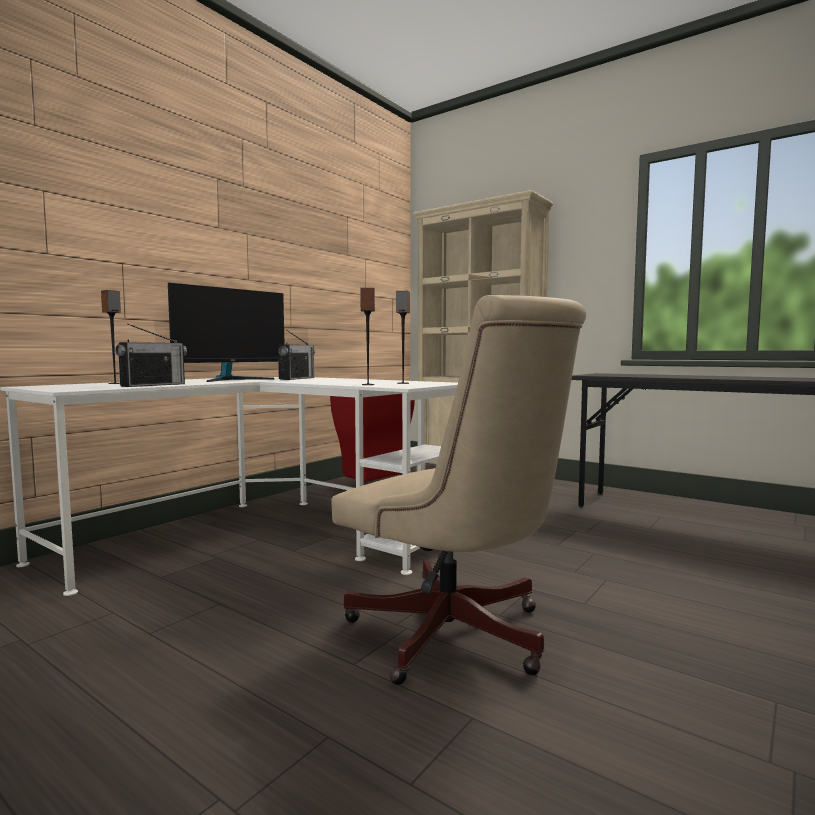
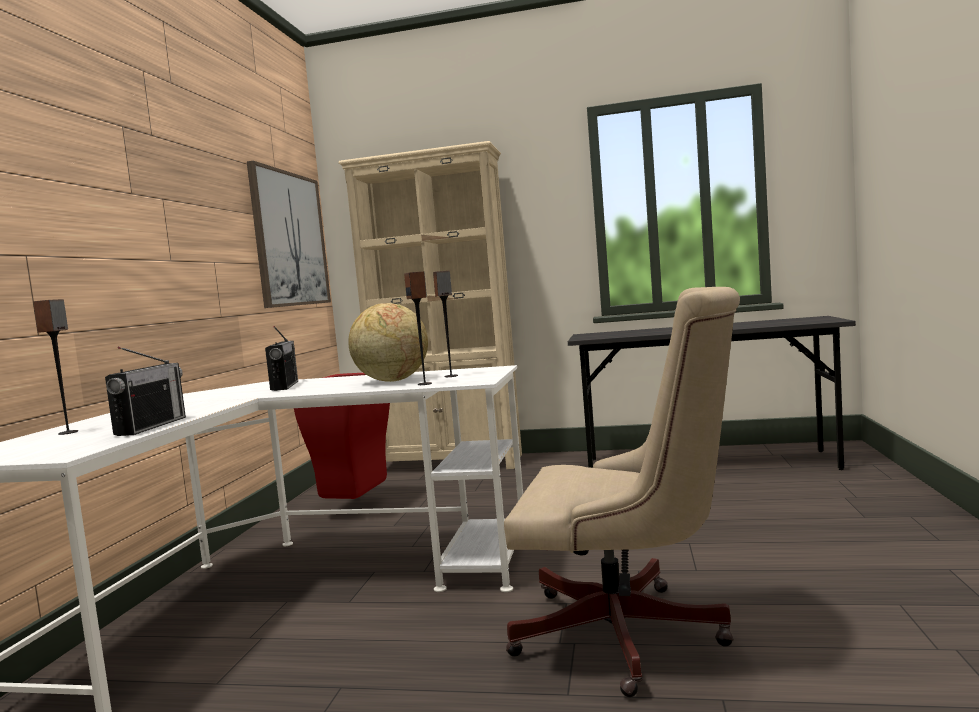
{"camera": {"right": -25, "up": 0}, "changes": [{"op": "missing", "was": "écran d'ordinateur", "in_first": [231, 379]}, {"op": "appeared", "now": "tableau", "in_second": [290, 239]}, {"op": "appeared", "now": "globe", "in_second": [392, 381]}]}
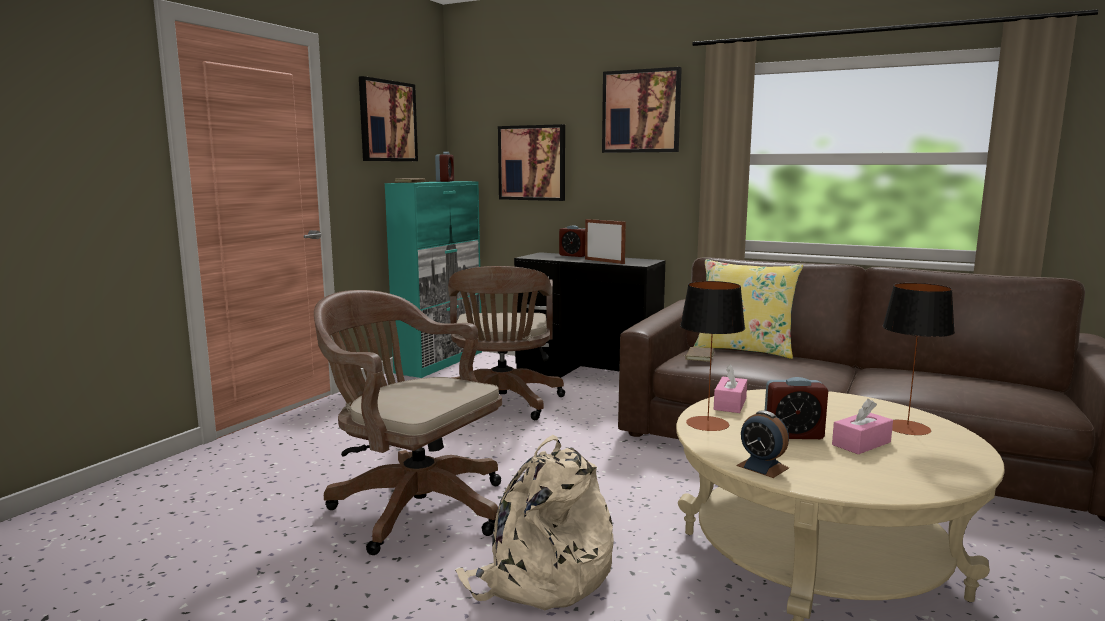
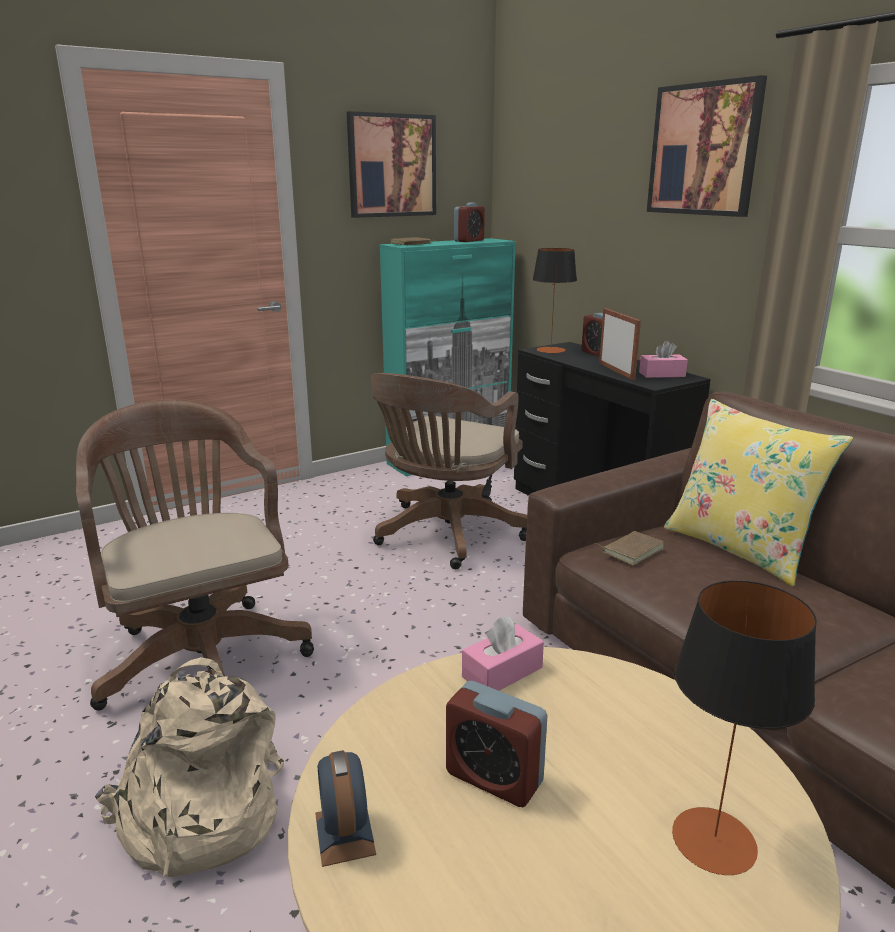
{"camera": {"right": 30, "up": 10}, "changes": [{"op": "missing", "was": "tableau", "in_first": [532, 163]}, {"op": "relocated", "was": "lampe de table", "in_first": [707, 424], "in_second": [550, 350]}, {"op": "relocated", "was": "boîte à mouchoirs (rose)", "in_first": [861, 443], "in_second": [662, 374]}]}
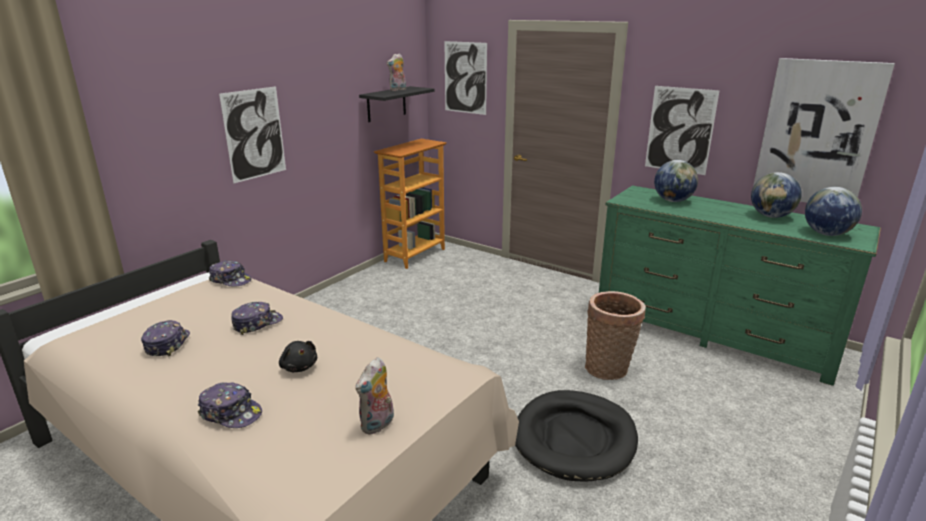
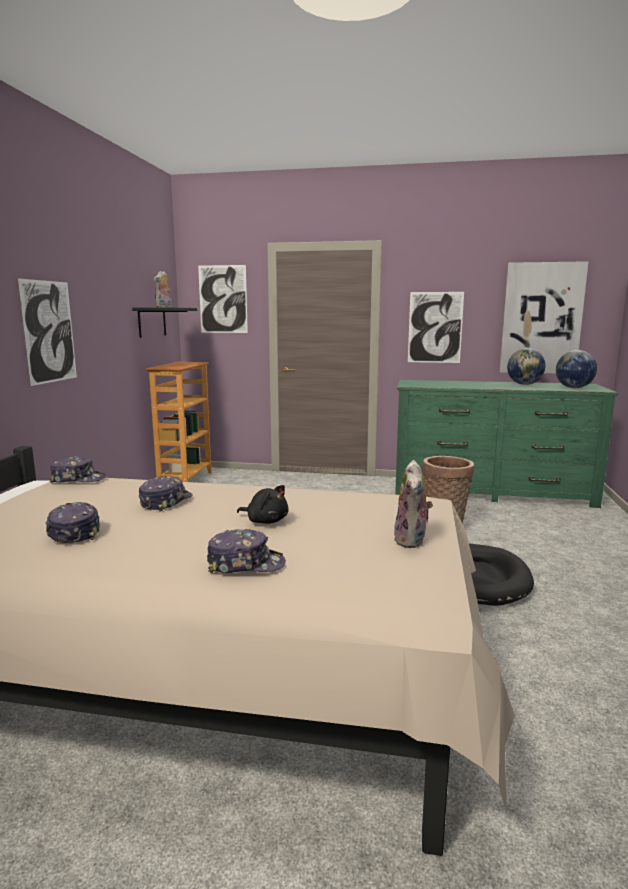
{"camera": {"right": -25, "up": -10}, "changes": [{"op": "missing", "was": "globe", "in_first": [673, 201]}]}
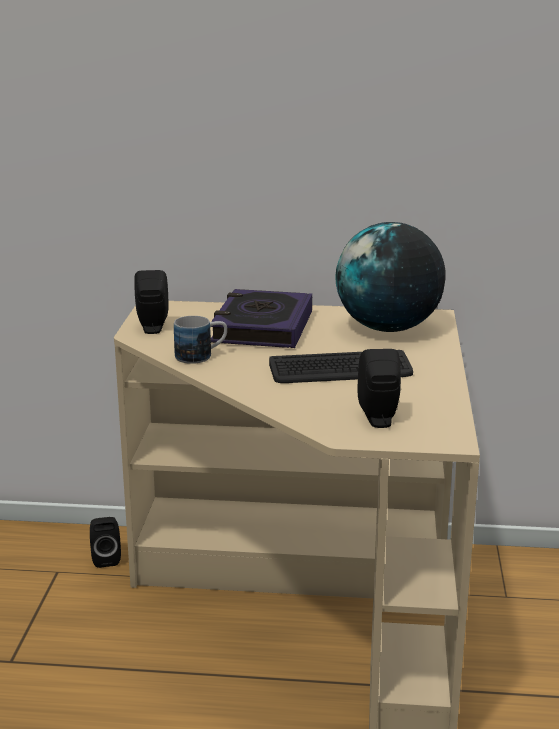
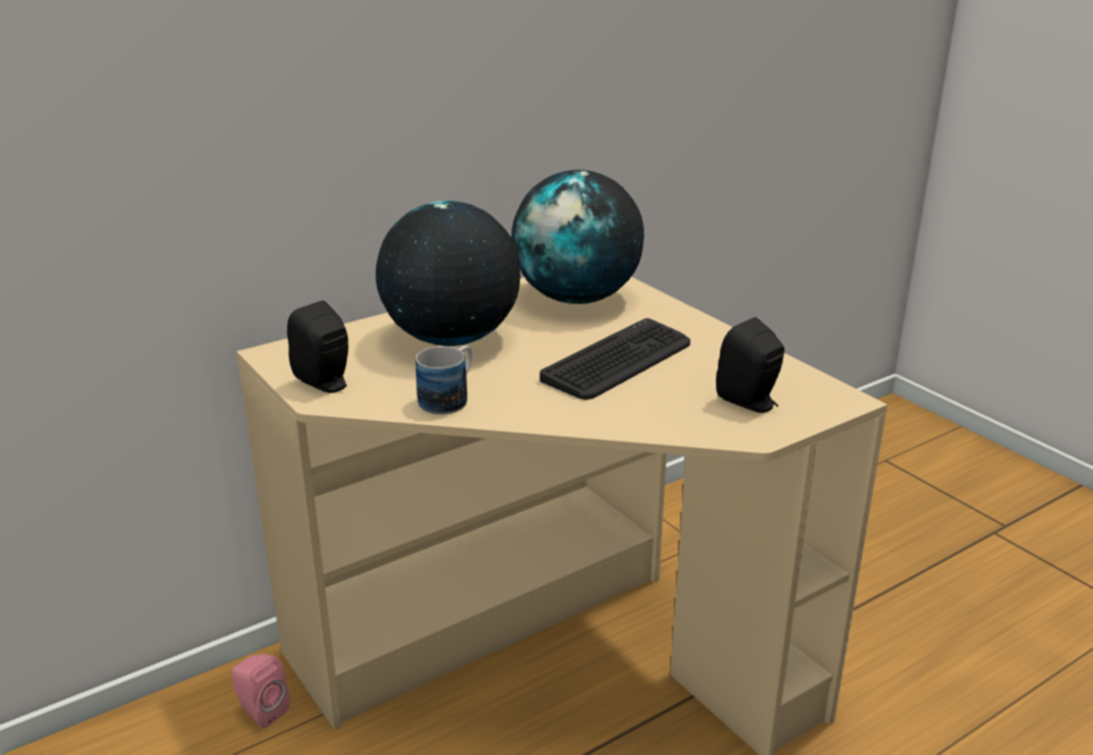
{"camera": {"right": -40, "up": 5}, "changes": [{"op": "exchanged", "was": "livre", "now": "globe", "in_first": [262, 327], "in_second": [451, 339]}, {"op": "colour", "was": "enceinte (noir)", "now": "enceinte (rose)", "in_first": [106, 558], "in_second": [261, 711]}]}
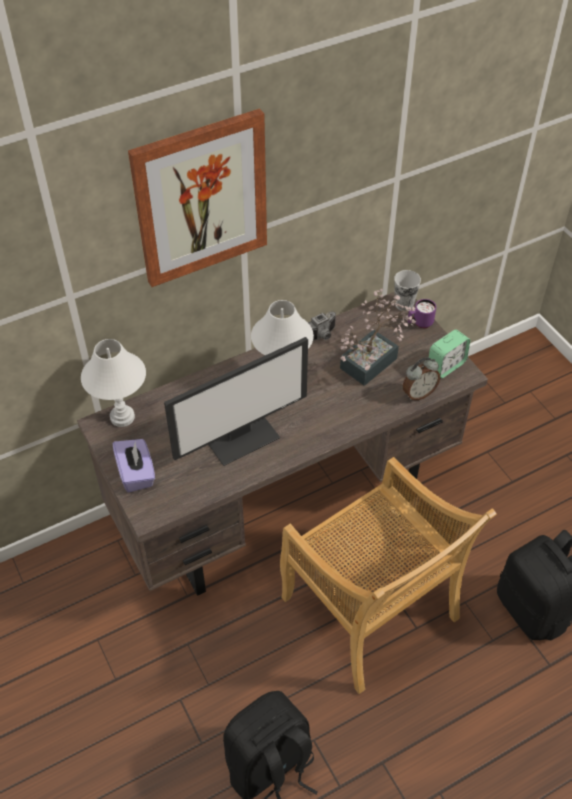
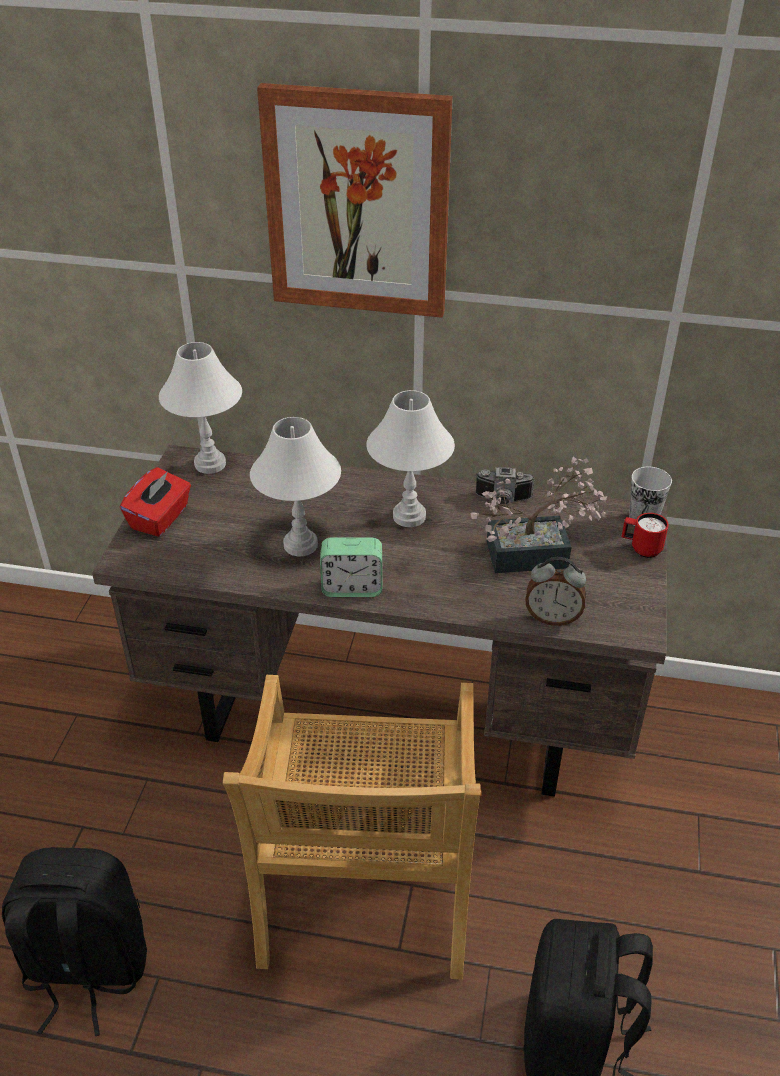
{"camera": {"right": 40, "up": -10}, "changes": [{"op": "relocated", "was": "réveil", "in_first": [446, 365], "in_second": [352, 587]}, {"op": "exchanged", "was": "écran d'ordinateur", "now": "lampe de table (blanc)", "in_first": [242, 436], "in_second": [300, 545]}, {"op": "colour", "was": "boîte à mouchoirs (violet)", "now": "boîte à mouchoirs (rouge)", "in_first": [136, 474], "in_second": [160, 518]}, {"op": "colour", "was": "mug (violet)", "now": "mug (rouge)", "in_first": [420, 323], "in_second": [641, 548]}]}
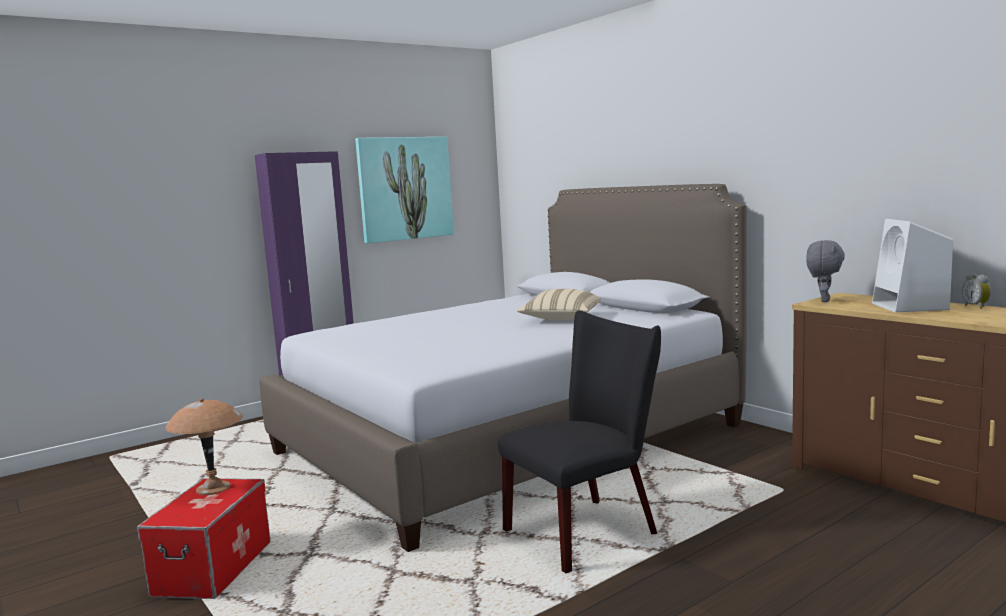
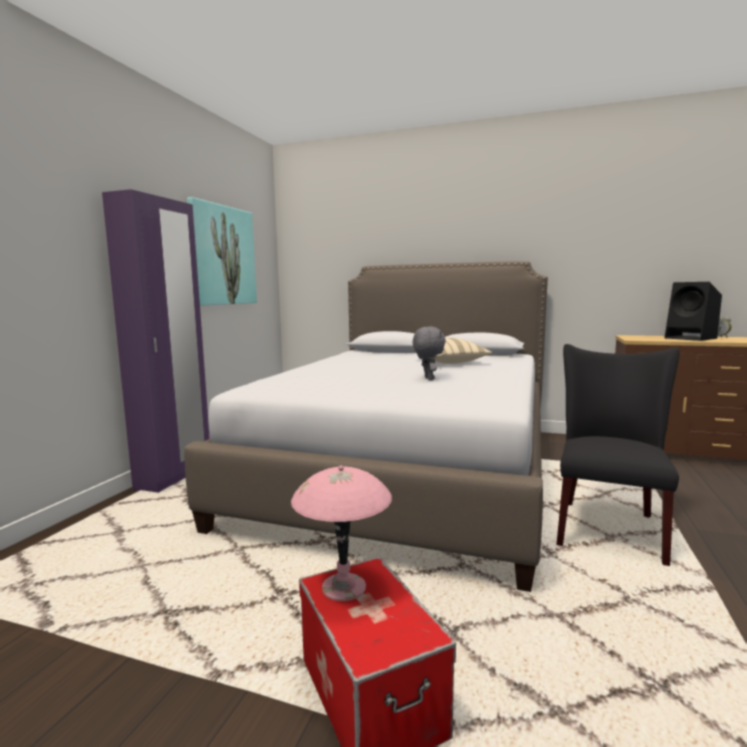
{"camera": {"right": -35, "up": 0}, "changes": [{"op": "relocated", "was": "peluche (gris)", "in_first": [823, 300], "in_second": [428, 379]}, {"op": "colour", "was": "lampe de table (marron)", "now": "lampe de table (rose)", "in_first": [212, 488], "in_second": [343, 587]}, {"op": "colour", "was": "enceinte (blanc)", "now": "enceinte (noir)", "in_first": [911, 307], "in_second": [692, 338]}]}
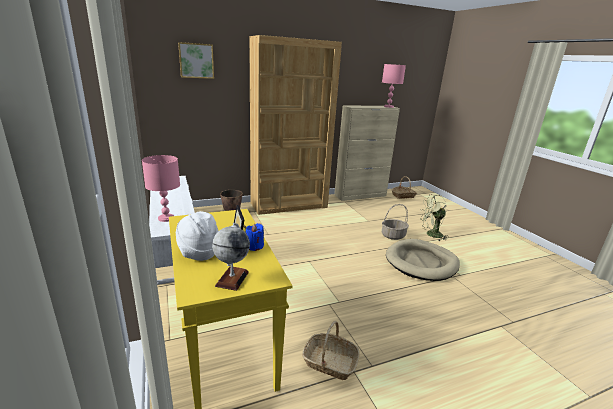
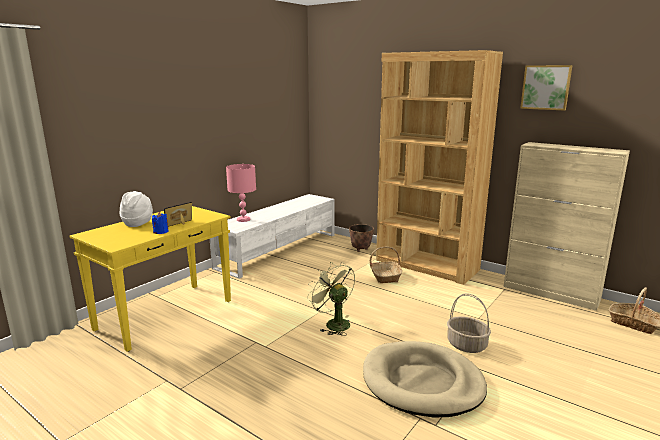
{"camera": {"right": 60, "up": -5}, "changes": [{"op": "missing", "was": "globe", "in_first": [232, 279]}, {"op": "missing", "was": "lampe de table (rose)", "in_first": [389, 107]}, {"op": "relocated", "was": "tableau", "in_first": [196, 60], "in_second": [546, 87]}, {"op": "relocated", "was": "panier", "in_first": [329, 362], "in_second": [385, 276]}, {"op": "relocated", "was": "ventilateur (vert)", "in_first": [431, 235], "in_second": [333, 323]}]}
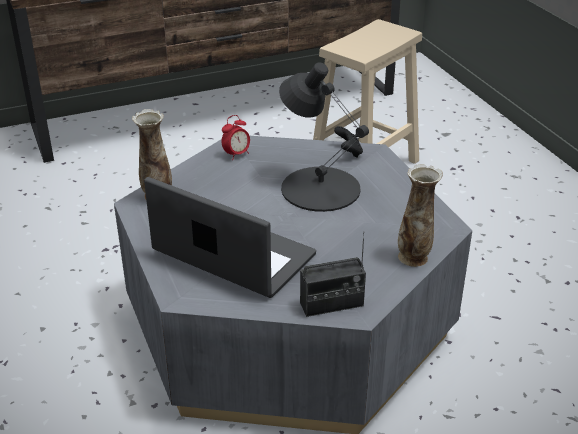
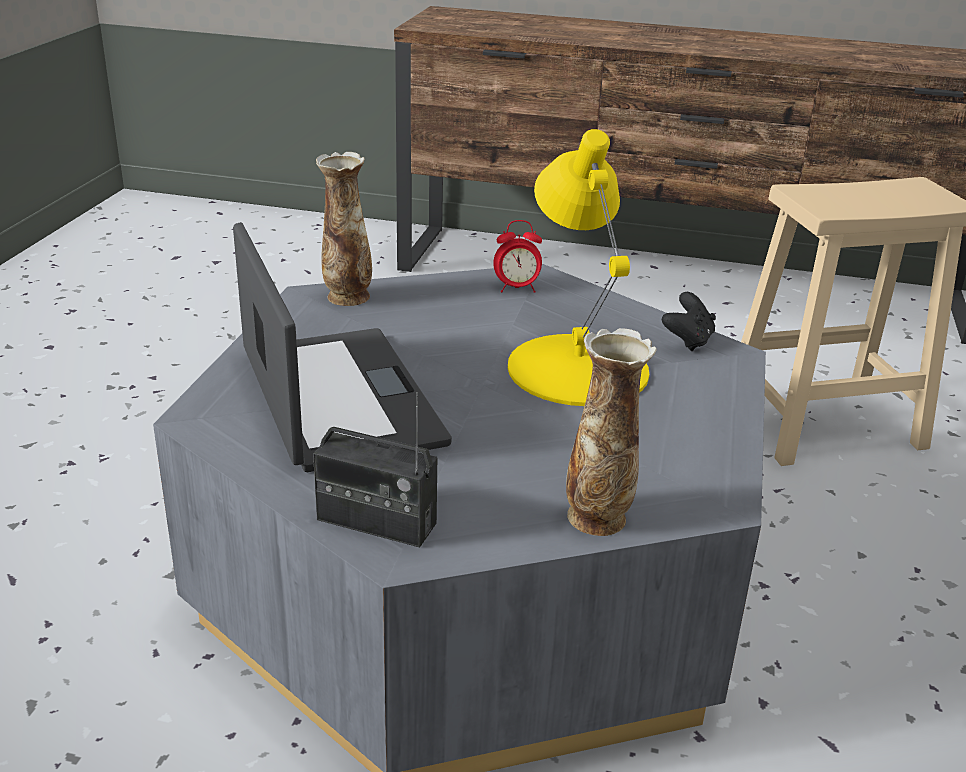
{"camera": {"right": 35, "up": -5}, "changes": [{"op": "colour", "was": "lampe de table (noir)", "now": "lampe de table (jaune)", "in_first": [320, 188], "in_second": [578, 368]}]}
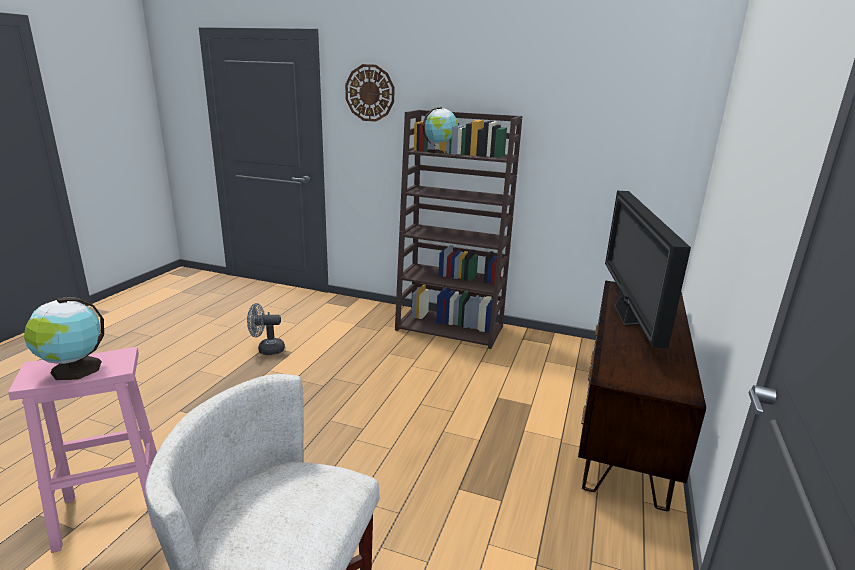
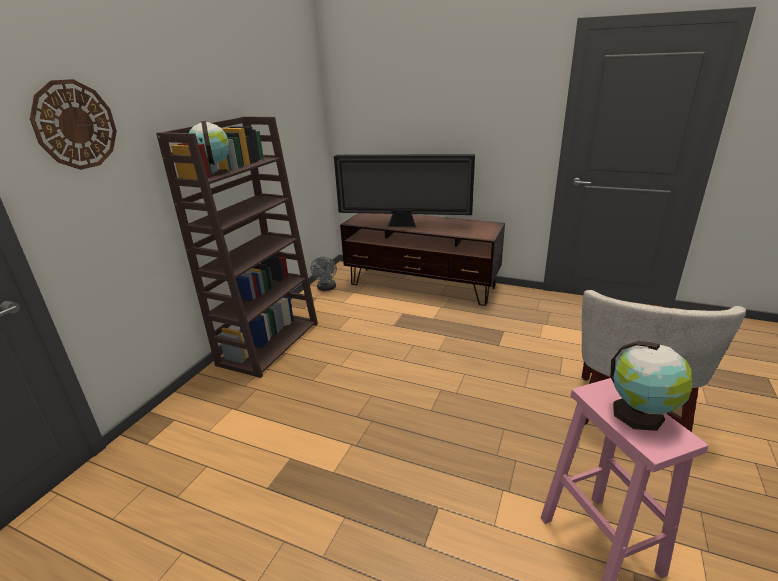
{"camera": {"right": -85, "up": 5}, "changes": [{"op": "relocated", "was": "ventilateur (gris)", "in_first": [266, 349], "in_second": [326, 288]}]}
